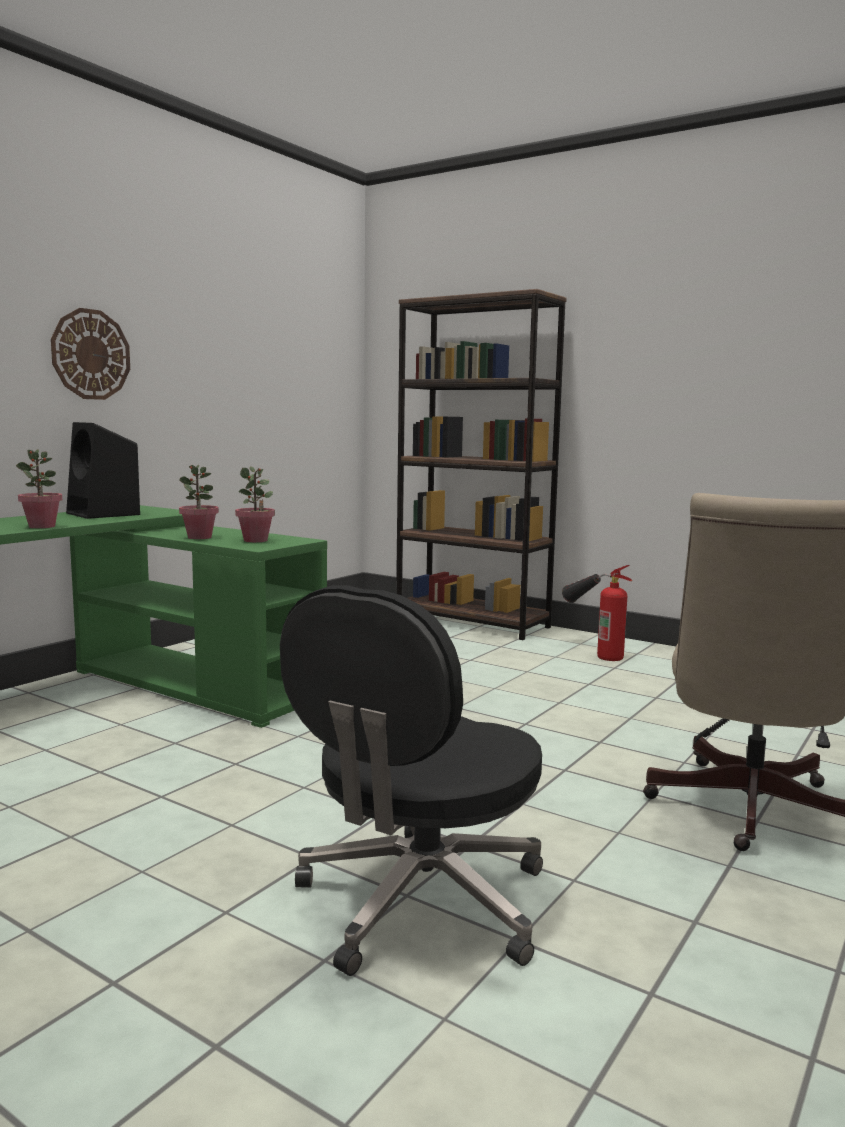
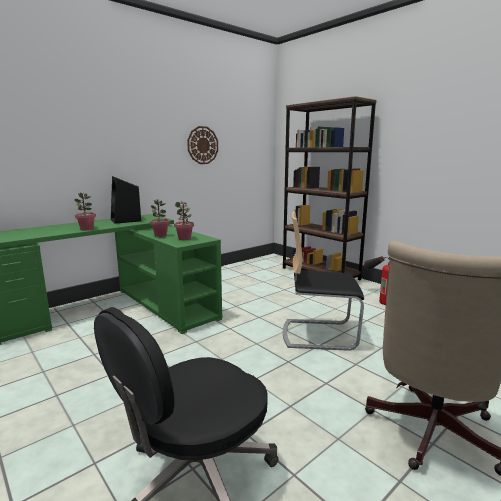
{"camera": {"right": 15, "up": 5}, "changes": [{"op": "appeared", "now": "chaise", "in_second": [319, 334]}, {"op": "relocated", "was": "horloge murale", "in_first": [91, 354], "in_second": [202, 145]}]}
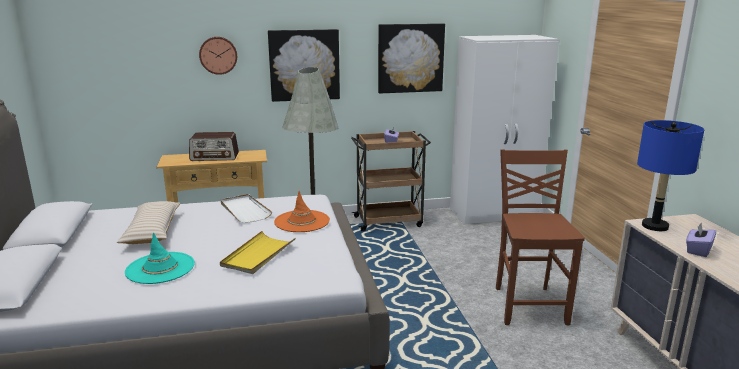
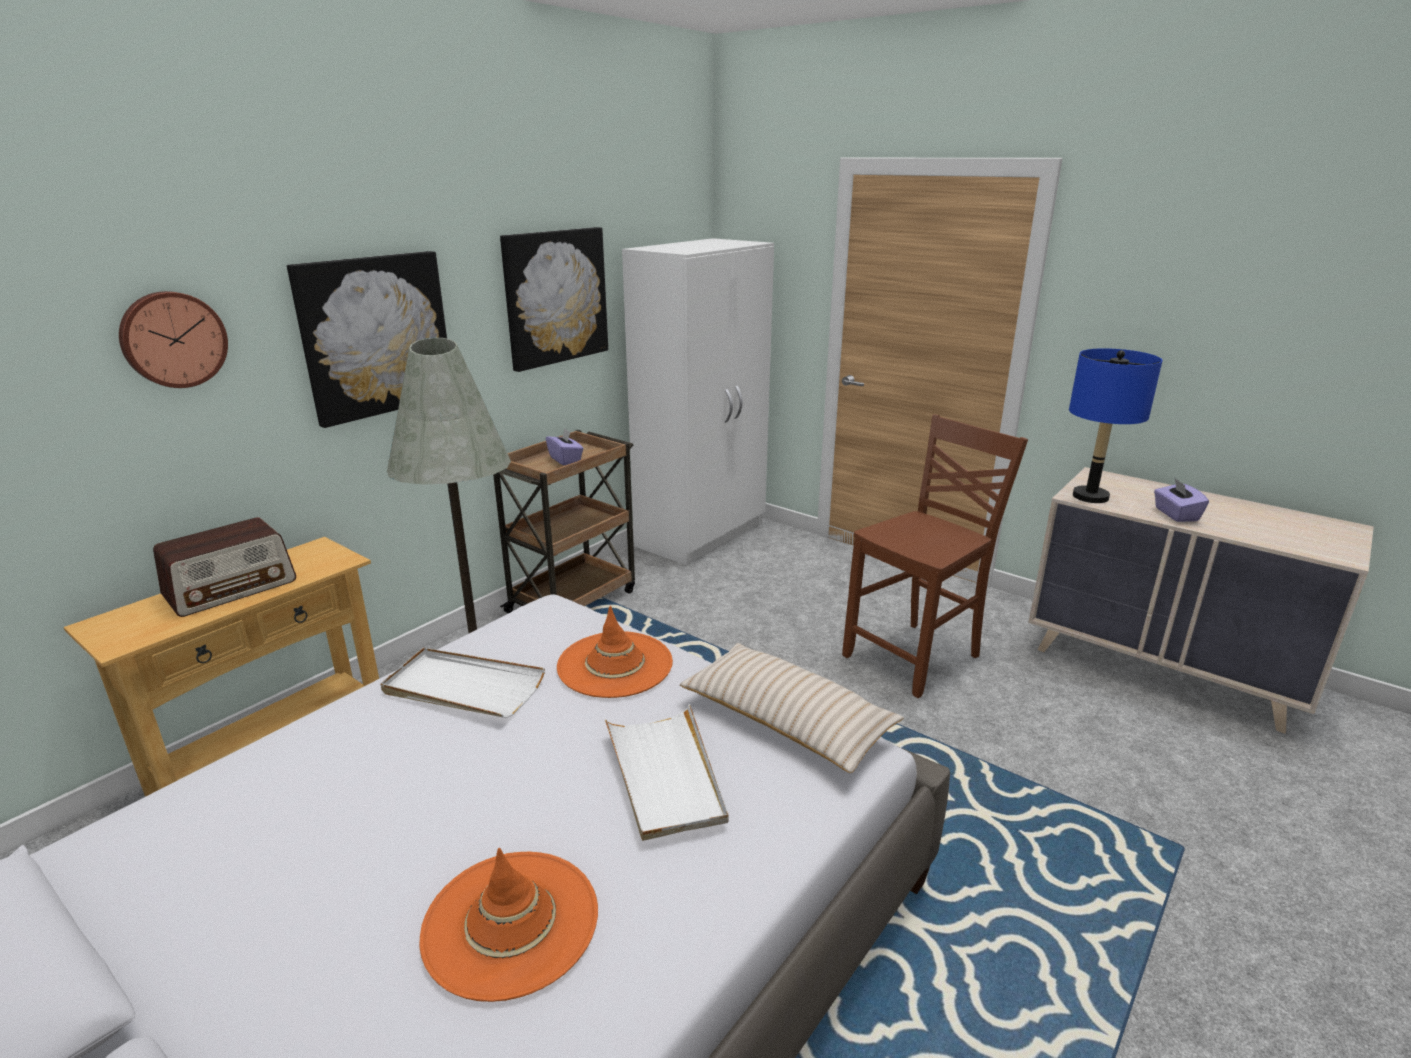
{"camera": {"right": -40, "up": 5}, "changes": [{"op": "relocated", "was": "coussin (beige)", "in_first": [152, 231], "in_second": [786, 720]}, {"op": "colour", "was": "chapeau (turquoise)", "now": "chapeau (orange)", "in_first": [160, 268], "in_second": [511, 922]}, {"op": "colour", "was": "plateau (jaune)", "now": "plateau (blanc)", "in_first": [258, 255], "in_second": [665, 774]}, {"op": "spun", "was": "chaise (marron)", "in_first": [529, 305], "in_second": [915, 657], "clockwise": 90}]}
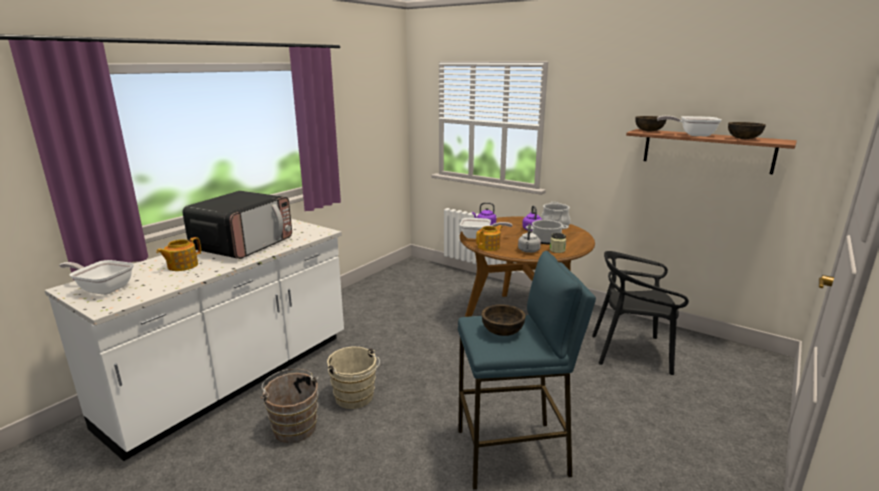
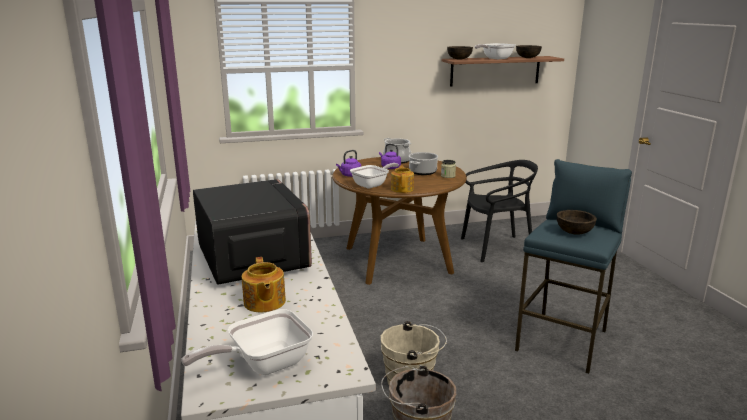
{"camera": {"right": -50, "up": 0}, "changes": [{"op": "missing", "was": "bouilloire (gris)", "in_first": [528, 251]}, {"op": "spun", "was": "chaise (noir)", "in_first": [631, 352], "in_second": [496, 248], "clockwise": -150}]}
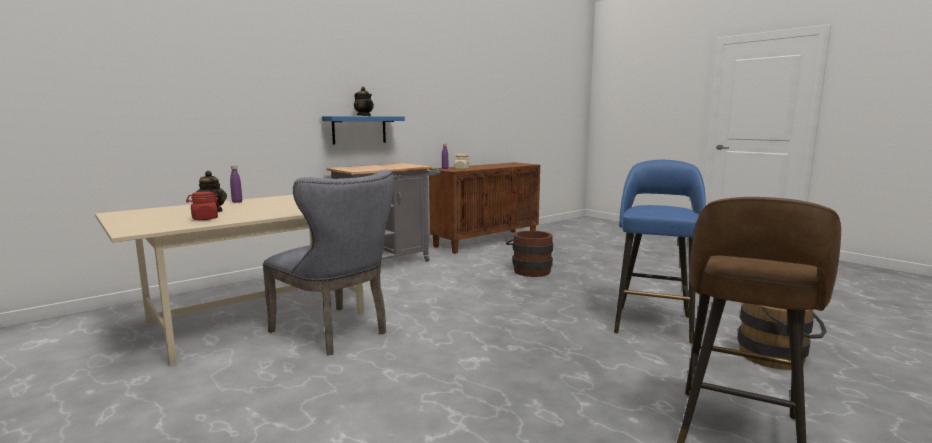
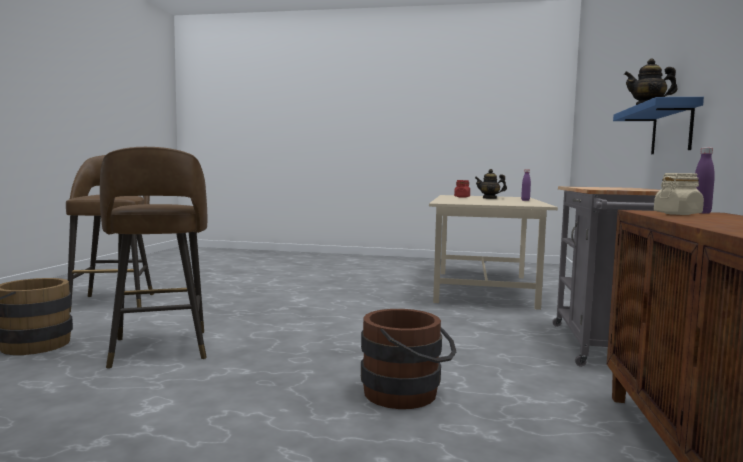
{"camera": {"right": 140, "up": -5}, "changes": [{"op": "missing", "was": "chaise (gris)", "in_first": [336, 333]}, {"op": "colour", "was": "tabouret (bleu)", "now": "tabouret (marron)", "in_first": [653, 323], "in_second": [159, 350]}]}
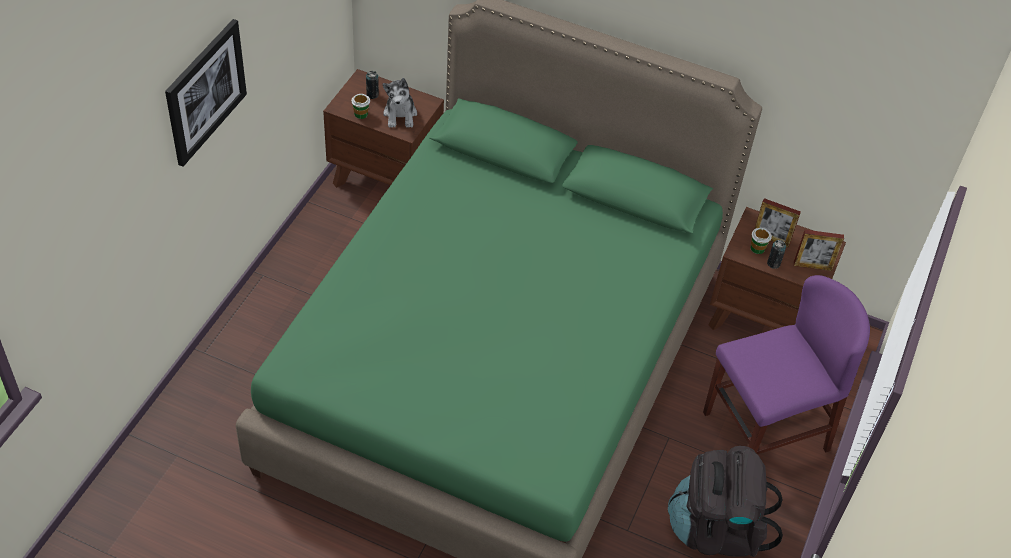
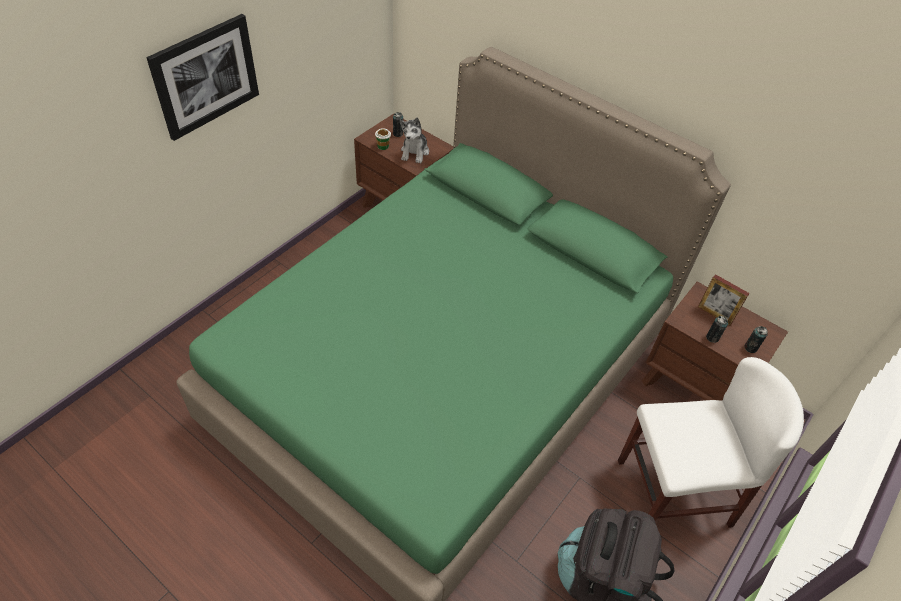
{"camera": {"right": 15, "up": 0}, "changes": [{"op": "missing", "was": "tasse", "in_first": [757, 248]}, {"op": "exchanged", "was": "cadre photo", "now": "boîte métallique", "in_first": [812, 266], "in_second": [750, 348]}, {"op": "colour", "was": "chaise (violet)", "now": "chaise (blanc)", "in_first": [765, 431], "in_second": [673, 492]}]}
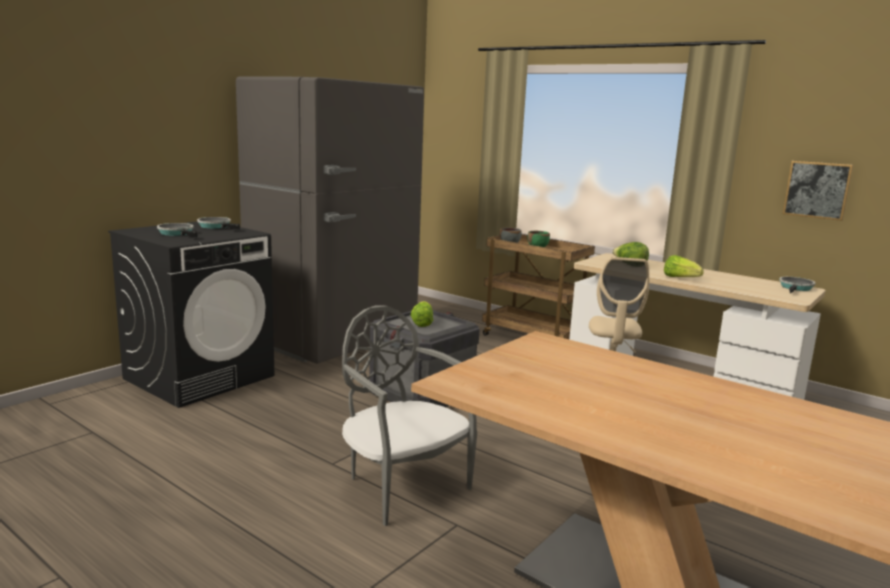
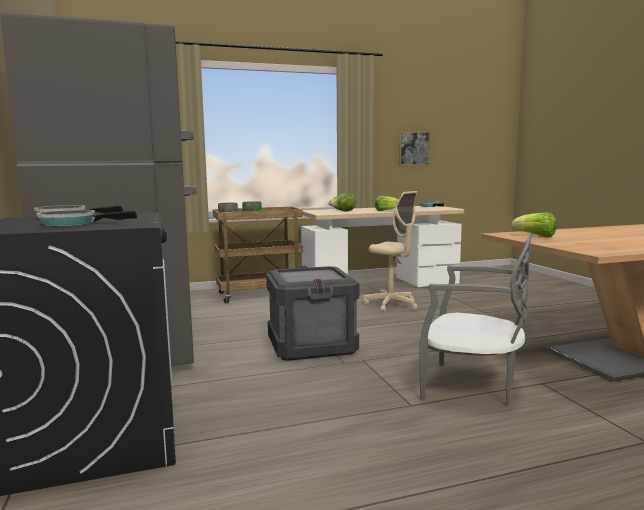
{"camera": {"right": -55, "up": -5}, "changes": [{"op": "relocated", "was": "laitue", "in_first": [422, 323], "in_second": [535, 236]}, {"op": "spun", "was": "chaise (gris)", "in_first": [402, 485], "in_second": [471, 387], "clockwise": -150}]}
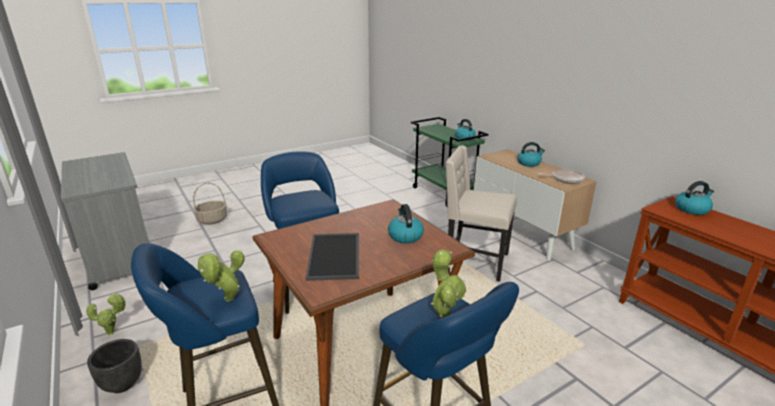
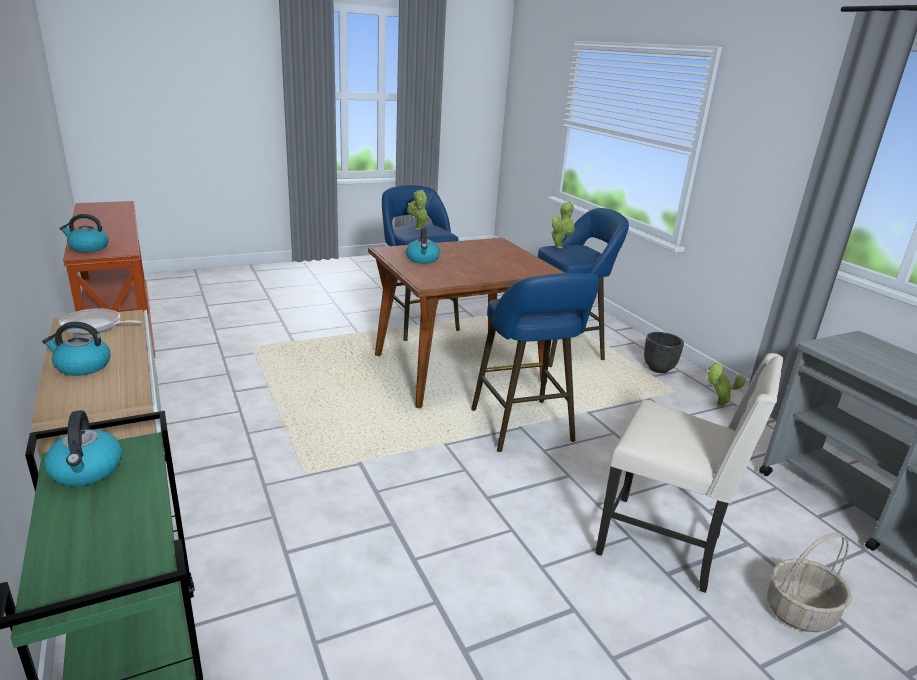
{"camera": {"right": -175, "up": 0}, "changes": [{"op": "missing", "was": "plateau", "in_first": [335, 256]}, {"op": "relocated", "was": "chaise (beige)", "in_first": [474, 261], "in_second": [662, 544]}]}
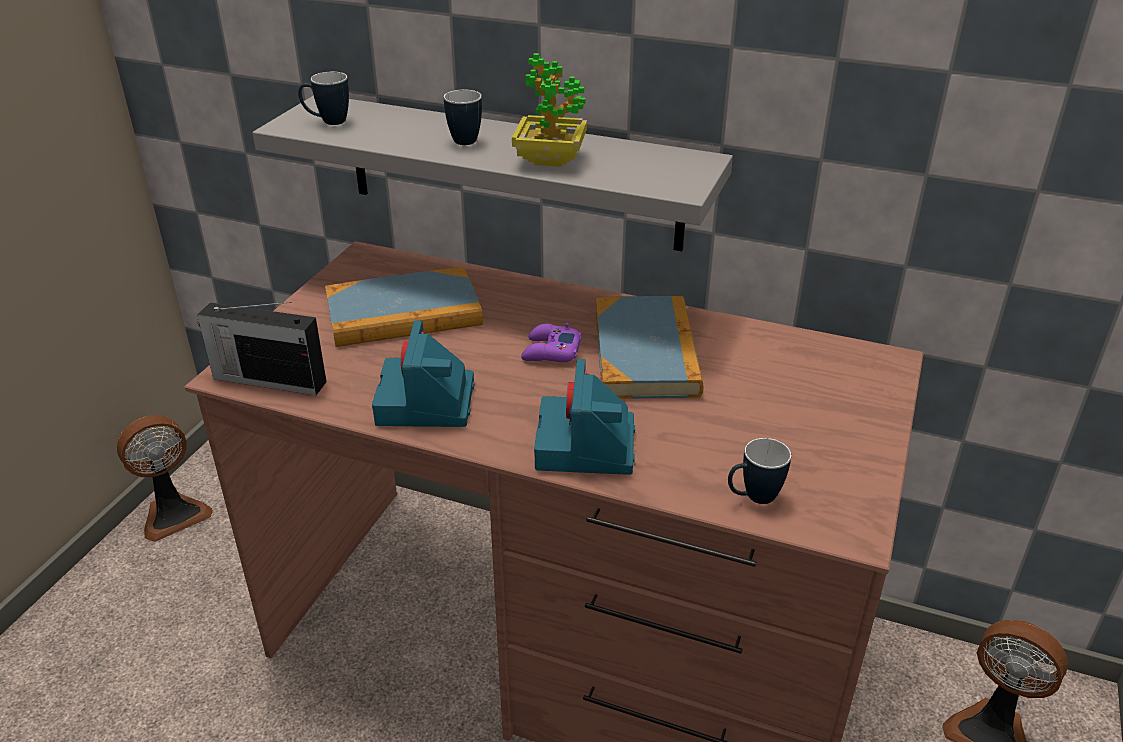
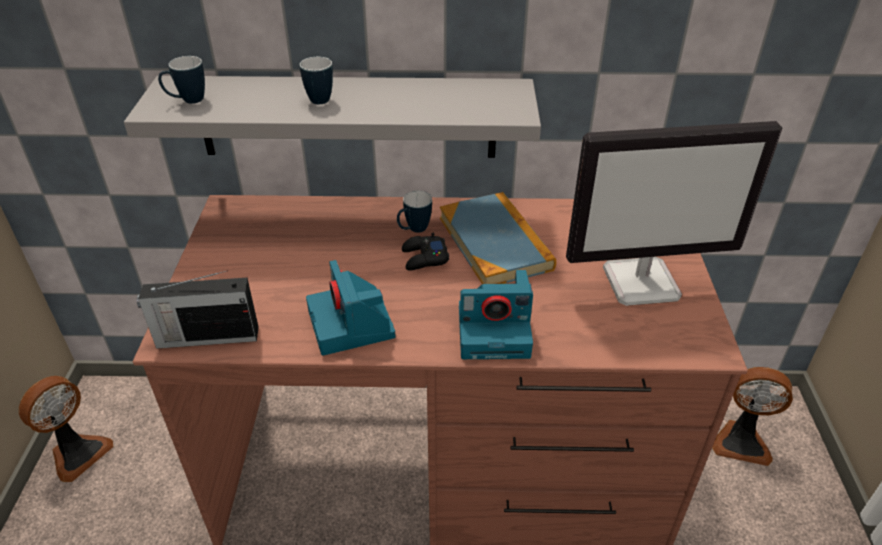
{"camera": {"right": -20, "up": 5}, "changes": [{"op": "missing", "was": "livre", "in_first": [403, 313]}, {"op": "missing", "was": "plante en pot", "in_first": [550, 160]}, {"op": "appeared", "now": "écran d'ordinateur", "in_second": [642, 282]}, {"op": "relocated", "was": "mug", "in_first": [753, 498], "in_second": [413, 230]}, {"op": "colour", "was": "manette (violet)", "now": "manette (noir)", "in_first": [550, 351], "in_second": [424, 258]}, {"op": "spun", "was": "appareil photo", "in_first": [586, 446], "in_second": [495, 331], "clockwise": -75}]}
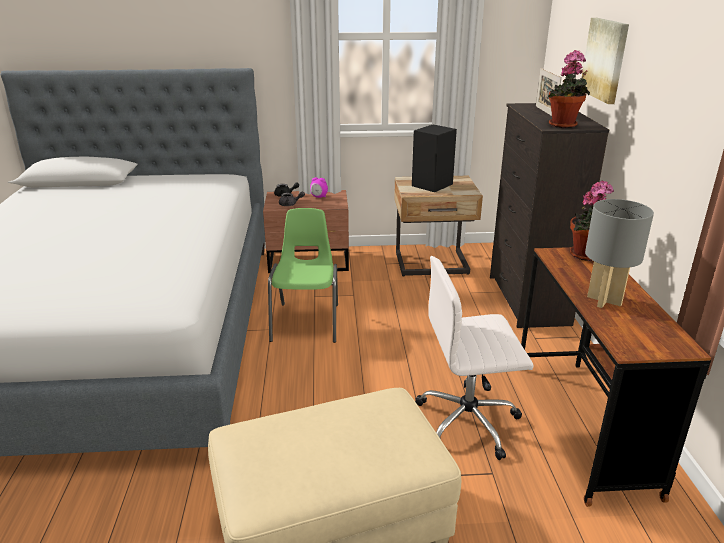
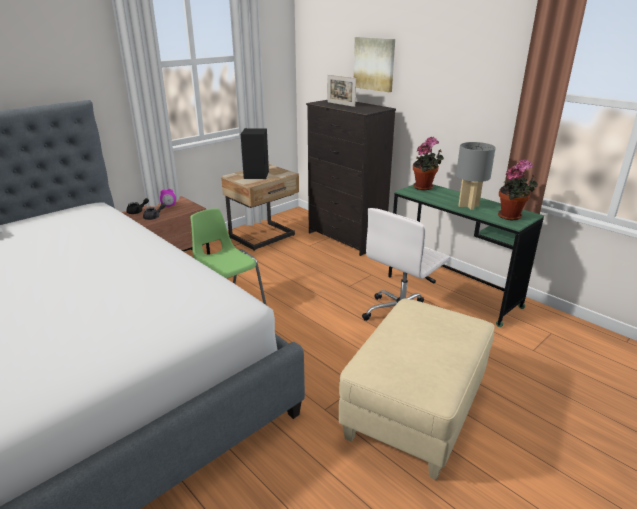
{"camera": {"right": -40, "up": 0}, "changes": [{"op": "relocated", "was": "plante en pot", "in_first": [564, 126], "in_second": [511, 217]}, {"op": "colour", "was": "bureau (marron)", "now": "bureau (vert)", "in_first": [582, 425], "in_second": [452, 291]}]}
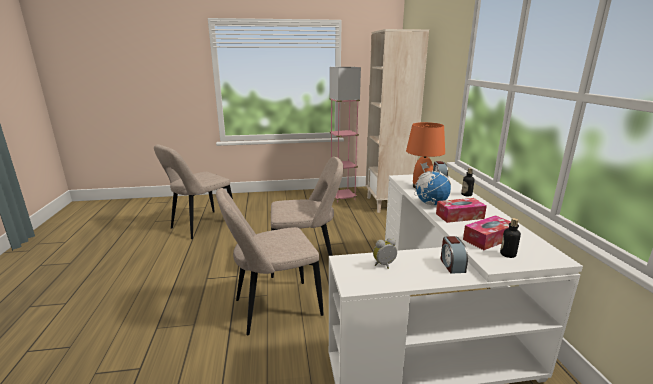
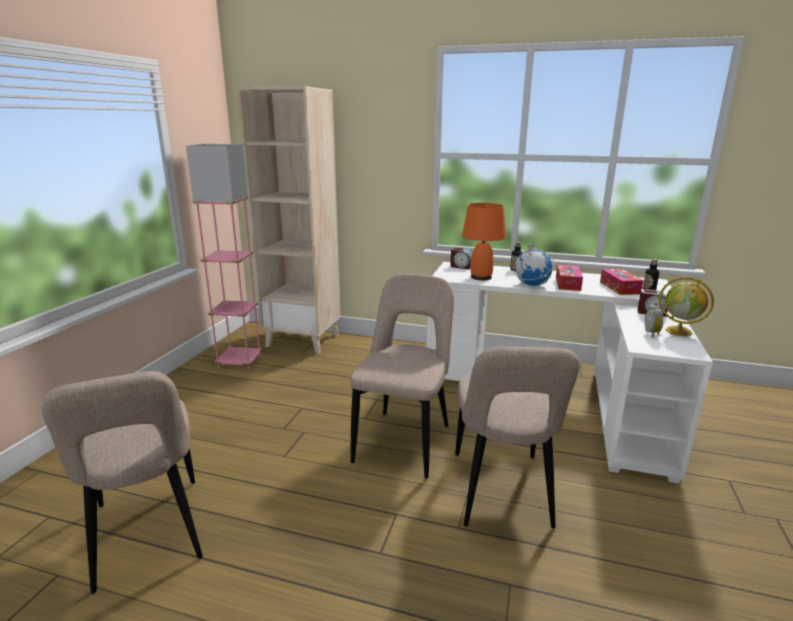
{"camera": {"right": -65, "up": 0}, "changes": [{"op": "appeared", "now": "globe", "in_second": [679, 331]}]}
